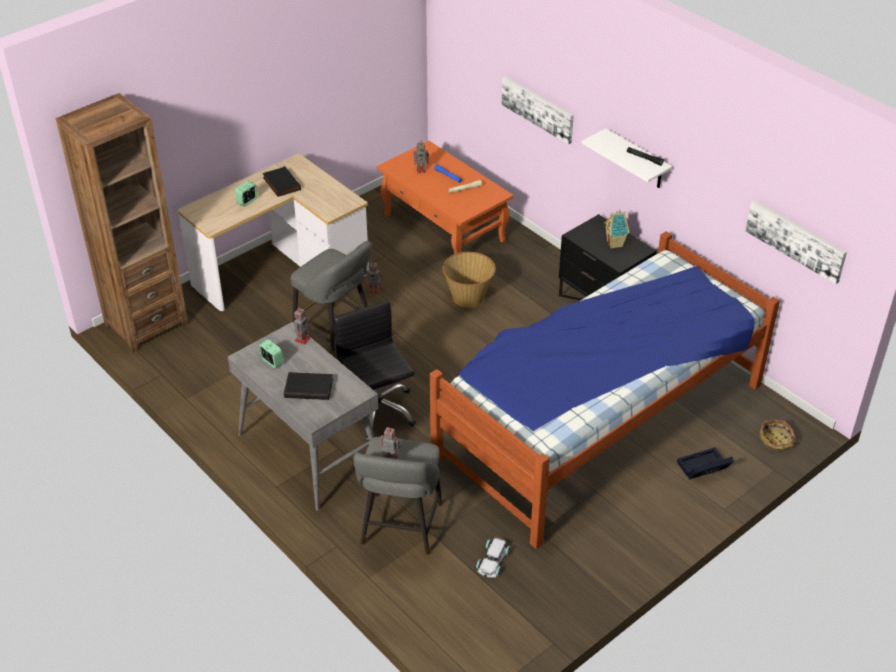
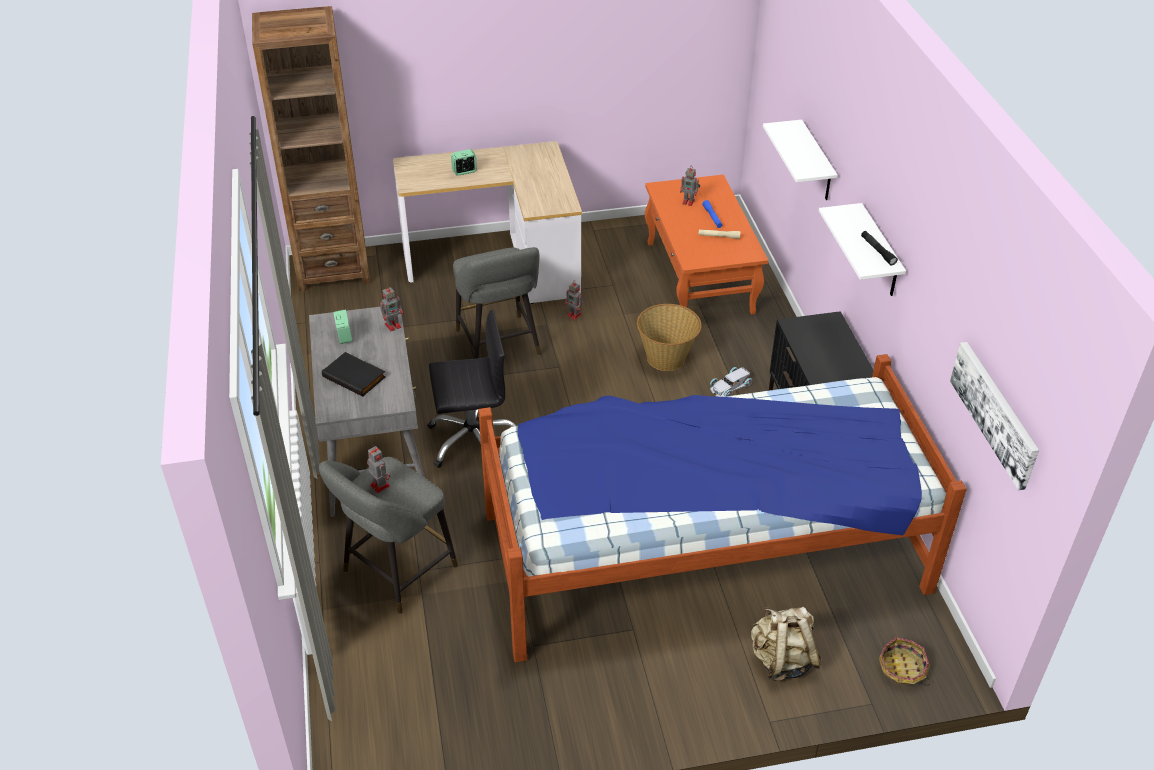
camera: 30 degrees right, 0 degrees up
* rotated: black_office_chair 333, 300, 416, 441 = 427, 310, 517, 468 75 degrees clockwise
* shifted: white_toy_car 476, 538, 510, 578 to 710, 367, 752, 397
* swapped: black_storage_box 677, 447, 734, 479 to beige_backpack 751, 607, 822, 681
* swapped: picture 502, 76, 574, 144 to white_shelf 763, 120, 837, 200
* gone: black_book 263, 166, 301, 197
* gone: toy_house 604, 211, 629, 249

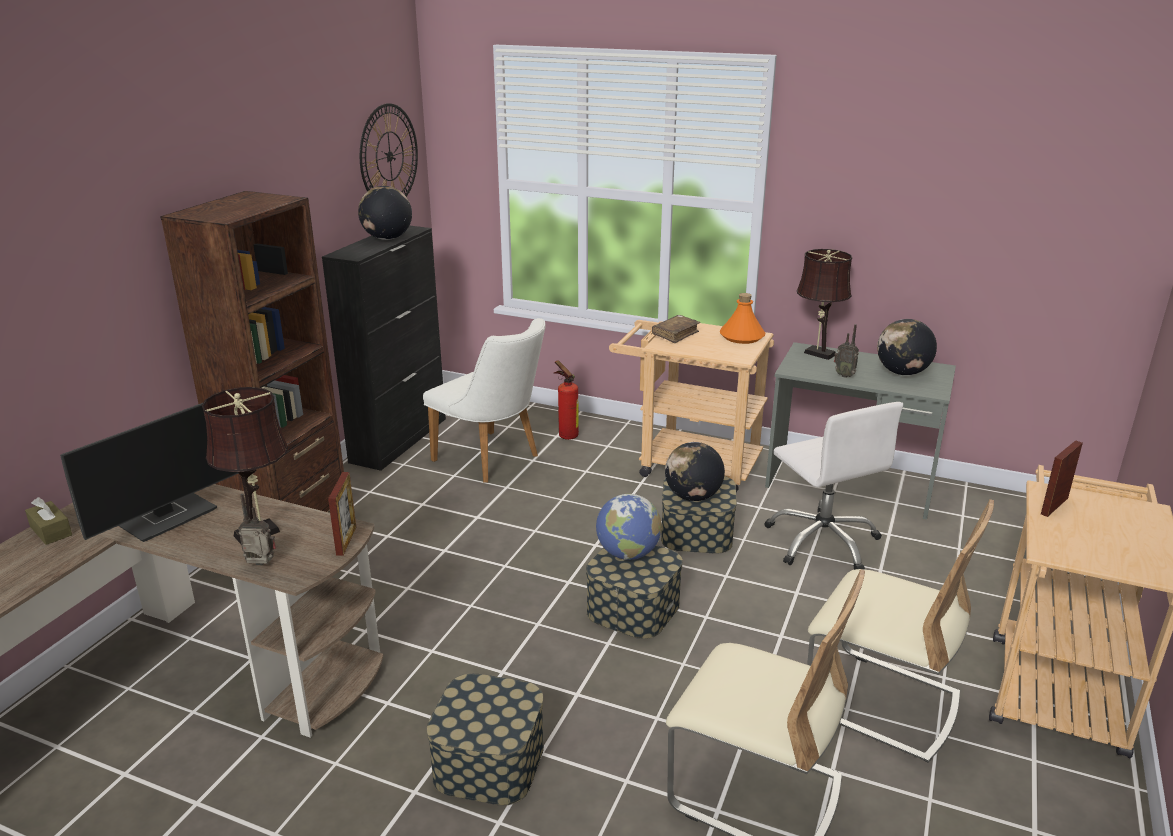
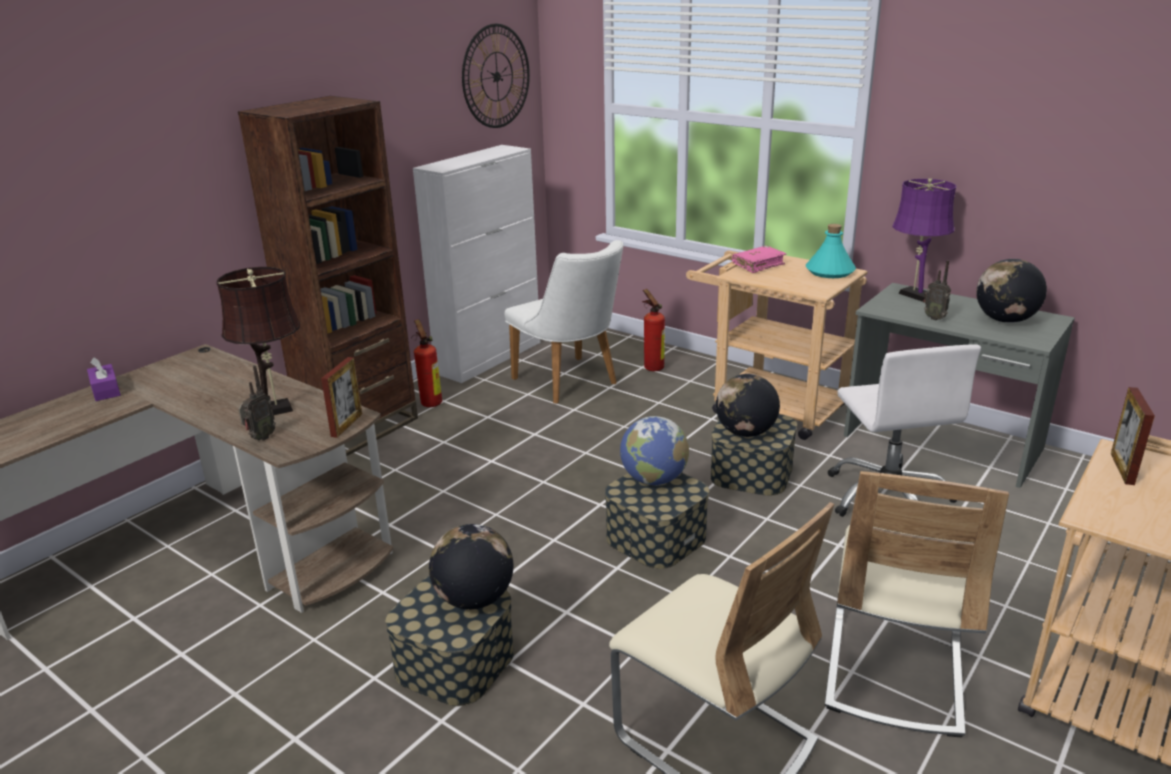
camera: 15 degrees right, 0 degrees up
* repainted: brown_tissue_box 25, 497, 72, 545 to purple_tissue_box 87, 358, 121, 401
* rotated: radio 238, 493, 276, 565 = 238, 365, 276, 441 105 degrees clockwise
* new: fire_extinguisher 412, 319, 442, 407
* repainted: black_cabinet 322, 225, 446, 471 to white_cabinet 413, 145, 540, 383
* shifted: globe 358, 186, 412, 240 to 429, 524, 513, 609
* repainted: brown_book 652, 315, 700, 343 to pink_book 732, 246, 786, 273
* repainted: orange_bottle 720, 293, 766, 344 to turquoise_bottle 806, 224, 856, 278
* rotated: beige_chair 807, 499, 994, 763 = 825, 471, 1009, 738 60 degrees clockwise
* repainted: brown_table_lamp 797, 249, 852, 360 to purple_table_lamp 892, 178, 957, 302
* rotated: picture_frame 1041, 440, 1083, 517 = 1111, 387, 1155, 485 45 degrees counterclockwise
* gone: monitor 60, 403, 239, 542

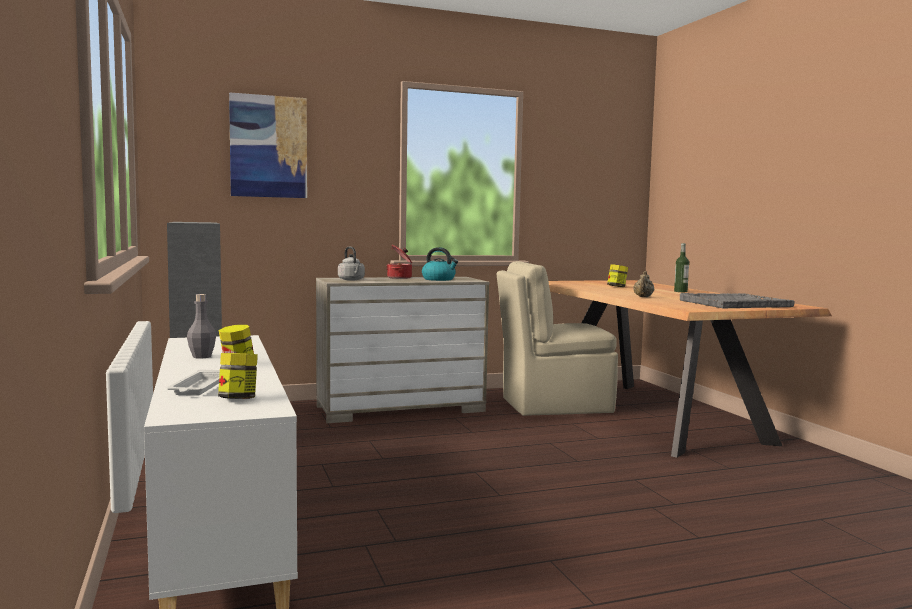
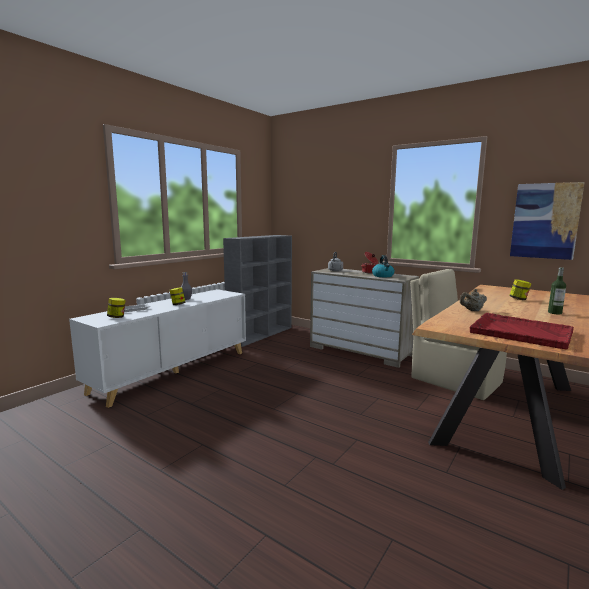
camera: 55 degrees right, 5 degrees up
* repainted: grey_tray 680, 293, 794, 308 to red_tray 469, 313, 574, 350
* shifted: picture 229, 92, 307, 198 to 510, 182, 585, 260

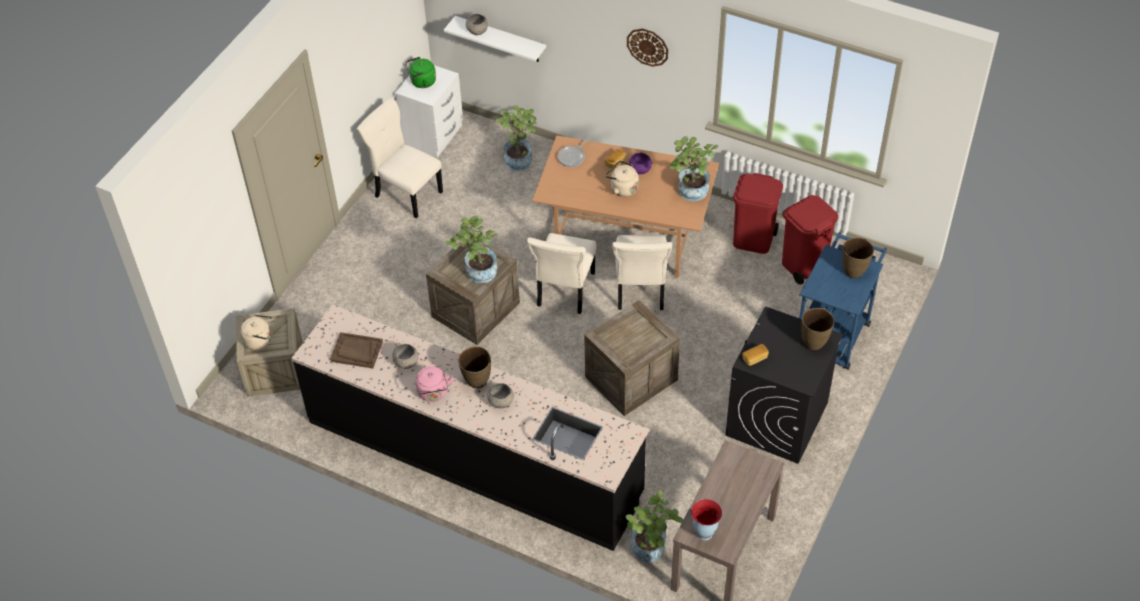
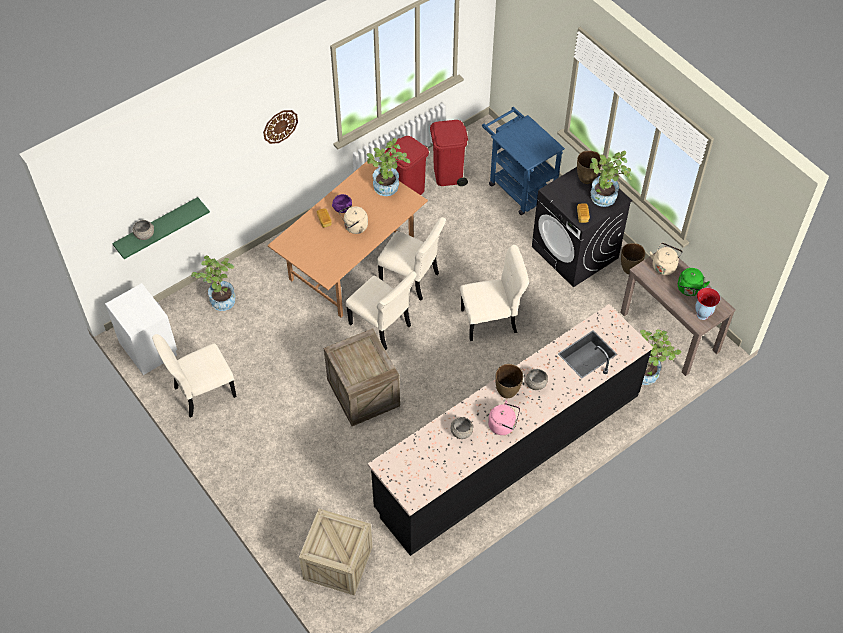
camera: 65 degrees left, 5 degrees up
* repainted: white_shelf 444, 16, 546, 62 to green_shelf 112, 197, 210, 259
* swapped: crate 584, 300, 680, 416 to beige_chair 460, 245, 529, 341
* shifted: potted_plant 445, 216, 498, 283 to 590, 151, 632, 207
* shifted: brown_vase 842, 237, 874, 278 to 621, 243, 645, 274
* shifted: beige_kettle 240, 313, 272, 350 to 650, 242, 683, 275
* shifted: green_kettle 406, 57, 436, 88 to 678, 268, 710, 296
* gone: brown_tray 330, 332, 383, 368
* gone: frying_pan 557, 139, 589, 167

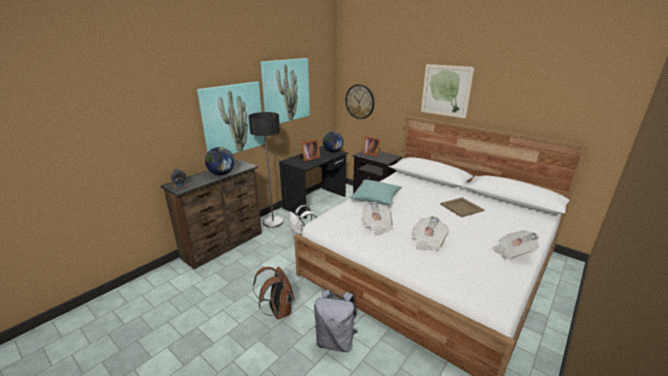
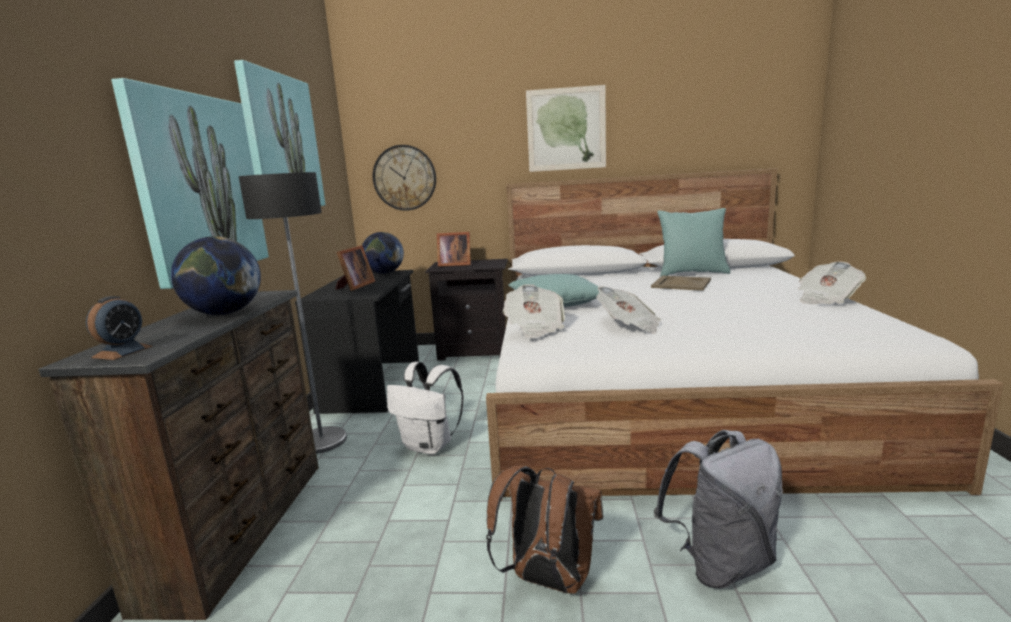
camera: 35 degrees left, 10 degrees down
* shifted: newspaper 413, 216, 449, 251 to 503, 284, 565, 338
* new: turquoise_pillow 657, 208, 731, 276

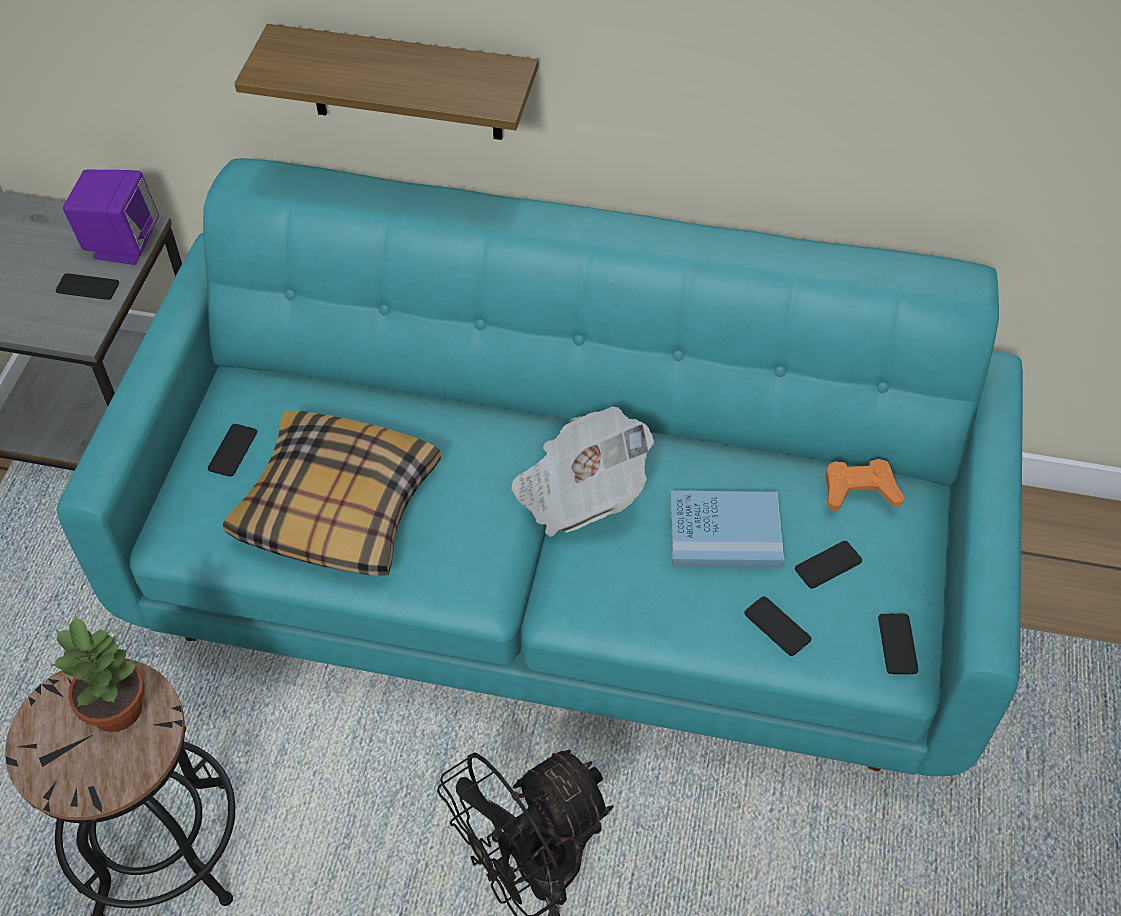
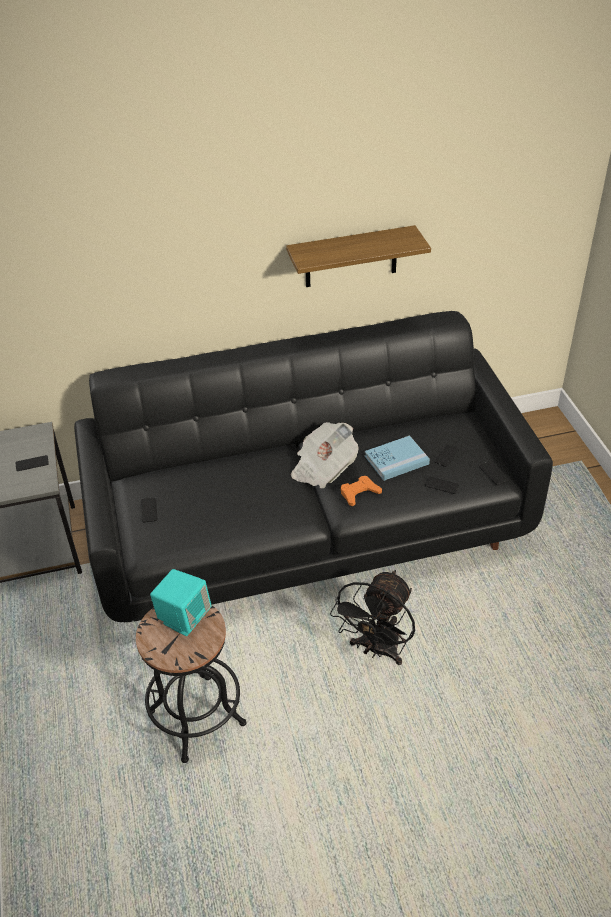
camera: 25 degrees left, 10 degrees down
* repainted: turquoise_sofa 56, 158, 1023, 776 to black_sofa 74, 311, 553, 622
* swapped: potted_plant 51, 615, 145, 732 to turquoise_speaker 150, 569, 212, 636
* shifted: shelf 234, 24, 538, 140 to 286, 225, 431, 287
* shifted: orange_game_controller 825, 459, 905, 511 to 341, 476, 382, 506
* gone: purple_speaker 63, 170, 159, 265
* gone: pillow 223, 410, 441, 576

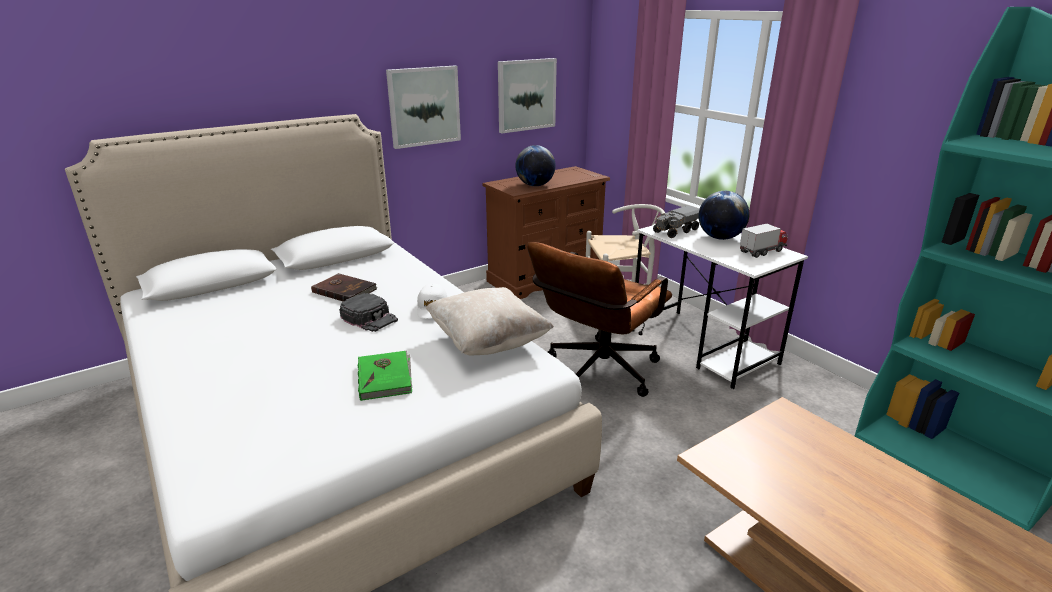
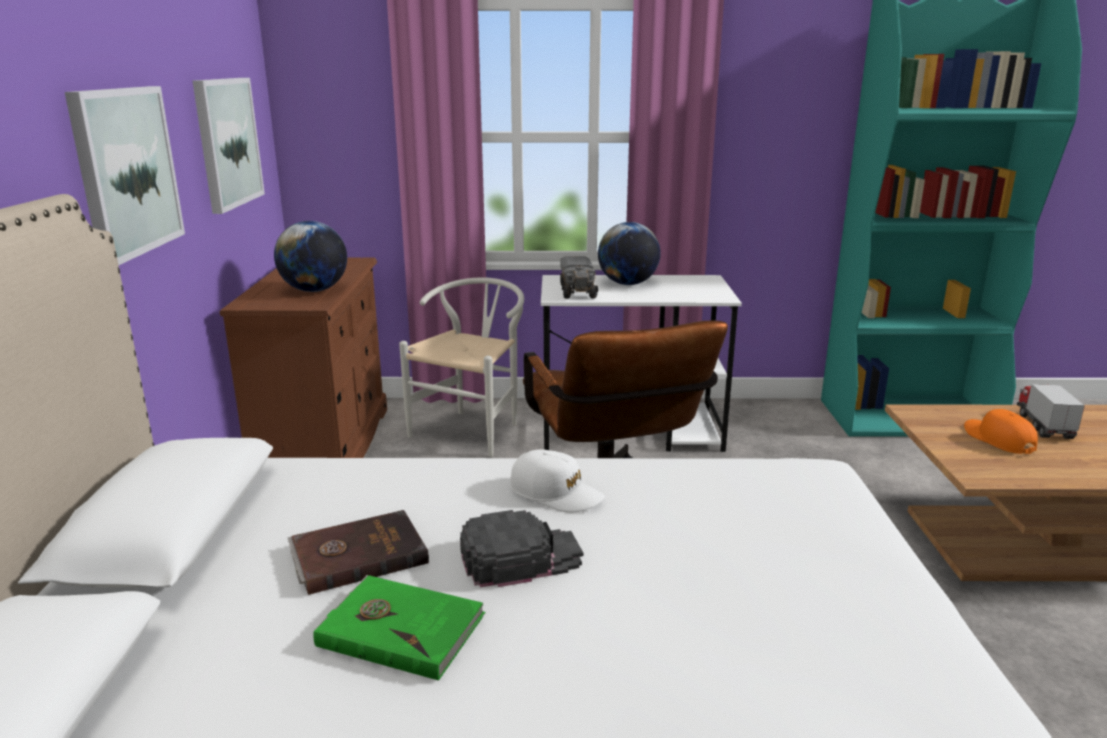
camera: 55 degrees left, 5 degrees down
* shifted: green_book 358, 350, 412, 401 to 313, 575, 486, 681
* new: orange_cap 964, 409, 1038, 455
* shifted: toy_truck 740, 224, 788, 258 to 1017, 384, 1085, 439
* gone: beige_pillow 426, 287, 554, 355

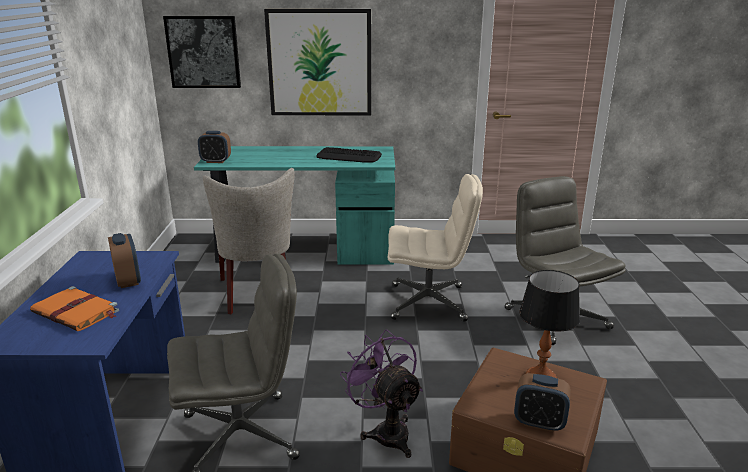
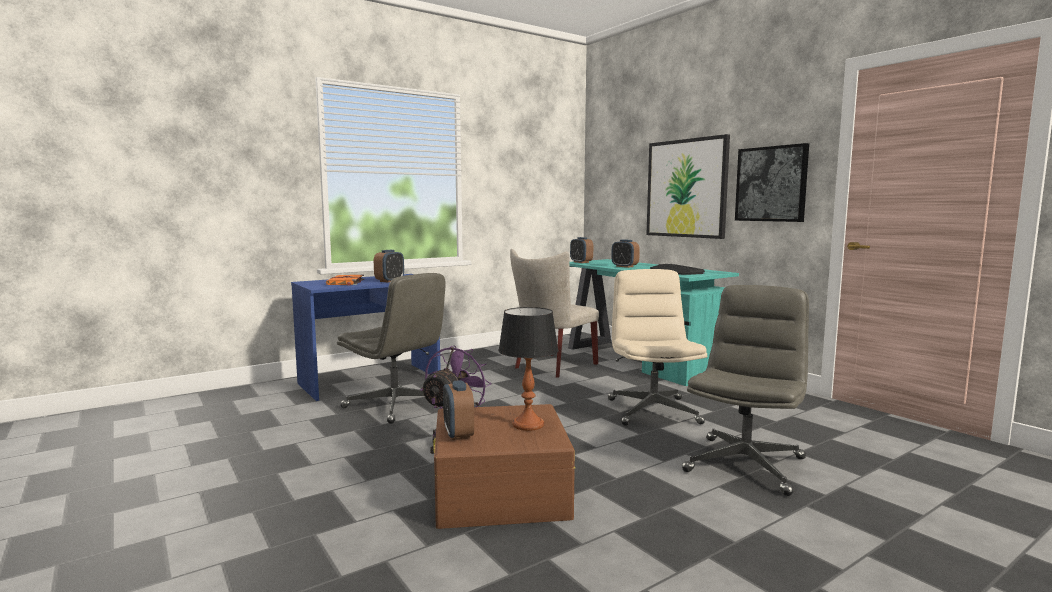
camera: 55 degrees right, 15 degrees down
* rotated: beige_office_chair 388, 174, 483, 322 = 608, 269, 707, 426 150 degrees counterclockwise
* new: alarm_clock 611, 239, 640, 268
* shifted: picture 163, 16, 241, 88 to 735, 143, 809, 222

